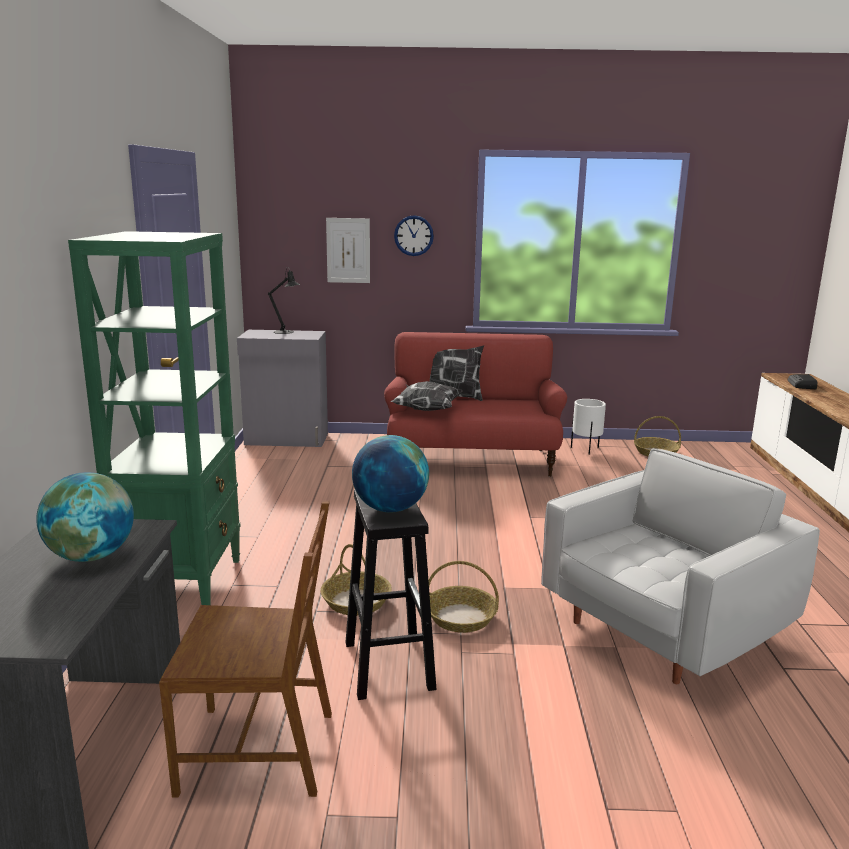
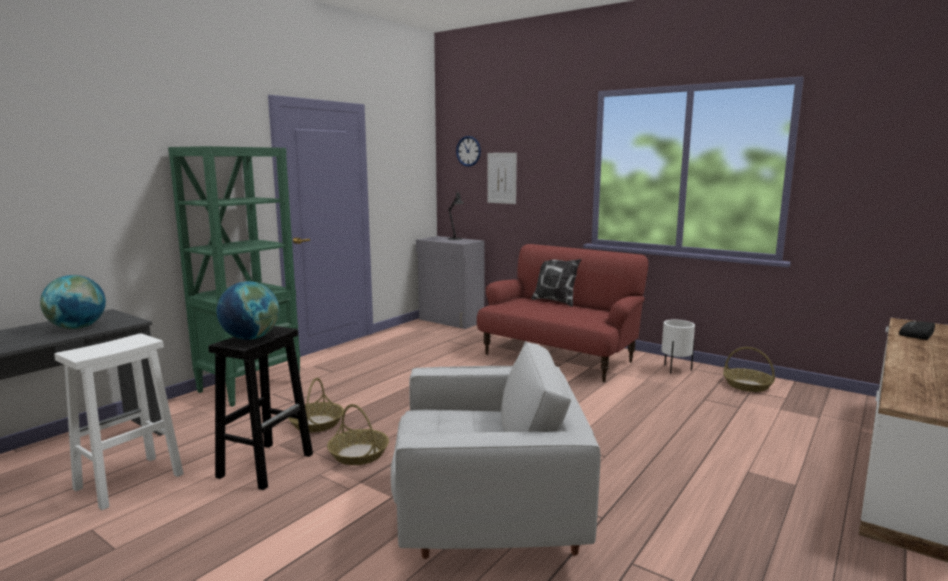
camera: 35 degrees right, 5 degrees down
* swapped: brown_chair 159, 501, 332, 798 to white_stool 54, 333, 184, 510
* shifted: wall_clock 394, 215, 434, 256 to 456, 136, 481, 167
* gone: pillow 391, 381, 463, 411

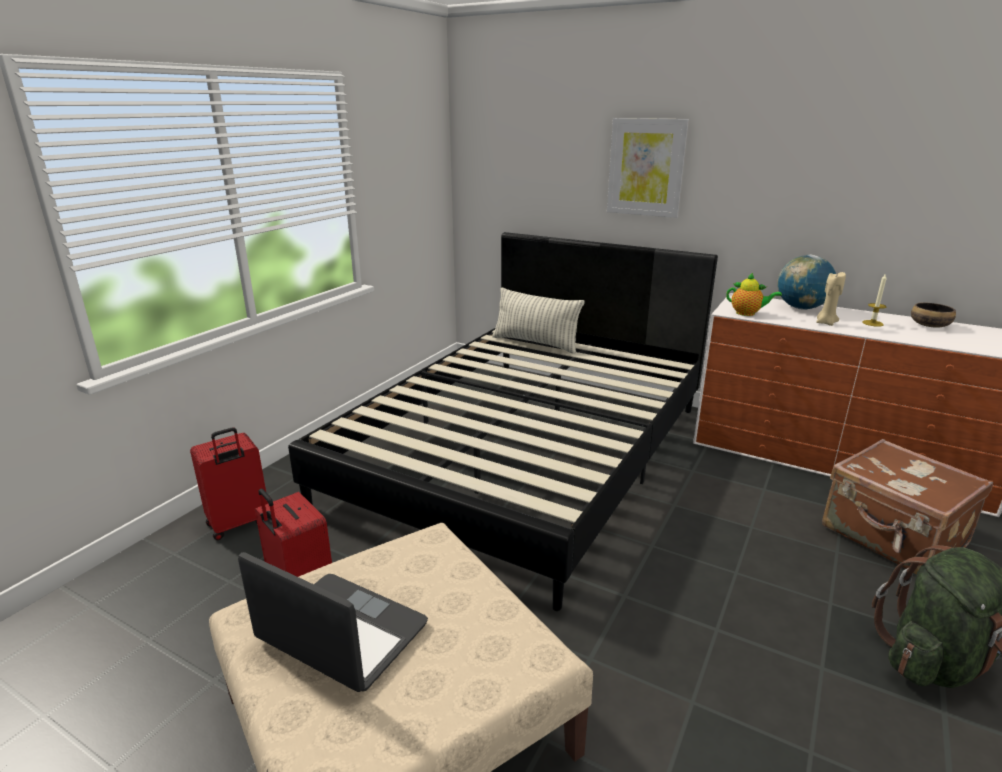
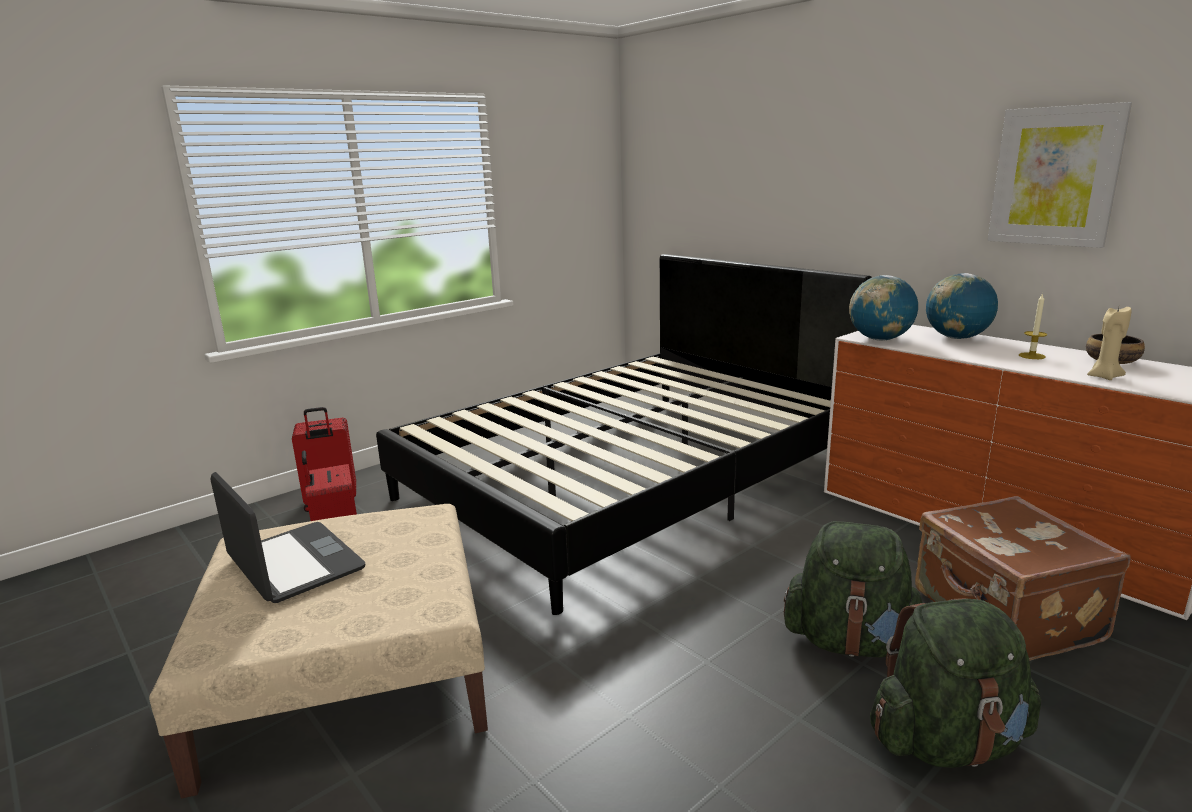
camera: 20 degrees right, 5 degrees down
* new: green_backpack 784, 521, 923, 658
* swapped: teapot 726, 273, 782, 316 to globe 849, 275, 918, 341
* shifted: picture 607, 118, 689, 218 to 988, 102, 1132, 248
* shifted: beige_candle 816, 272, 846, 326 to 1087, 307, 1132, 380
* gone: pillow 492, 287, 585, 354

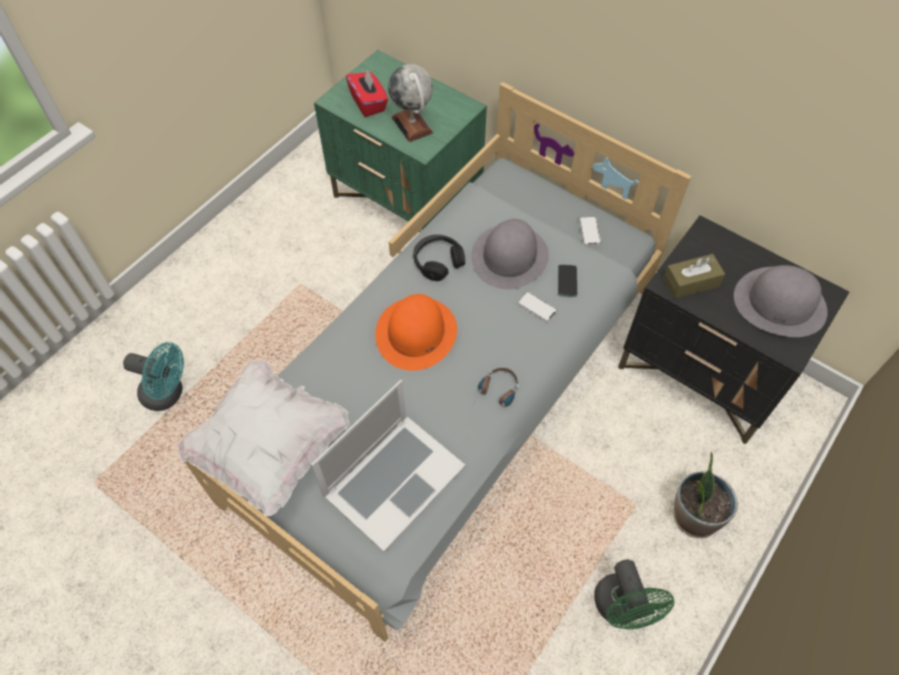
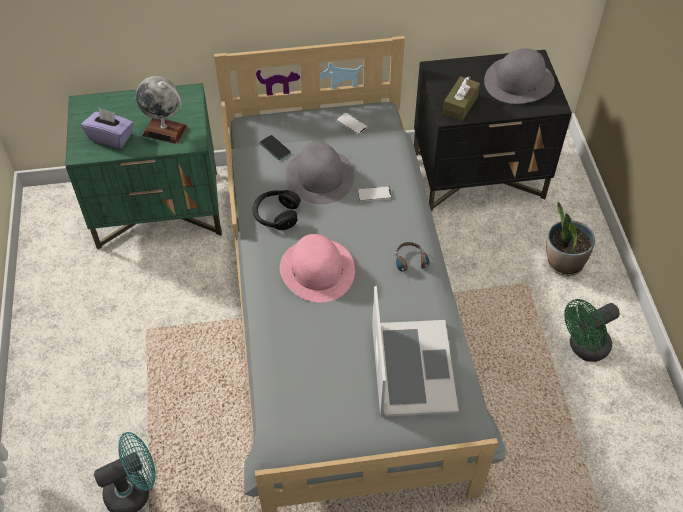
camera: 45 degrees left, 5 degrees down
* repainted: red_tissue_box 346, 69, 388, 117 to purple_tissue_box 81, 108, 133, 149
* shifted: phone 558, 265, 577, 297 to 260, 135, 291, 160
* repainted: orange_hat 375, 294, 457, 371 to pink_hat 280, 234, 355, 303
* rotated: green_fan 594, 559, 674, 630 = 564, 299, 620, 362 120 degrees clockwise
* gone: white_pillow 177, 359, 350, 516

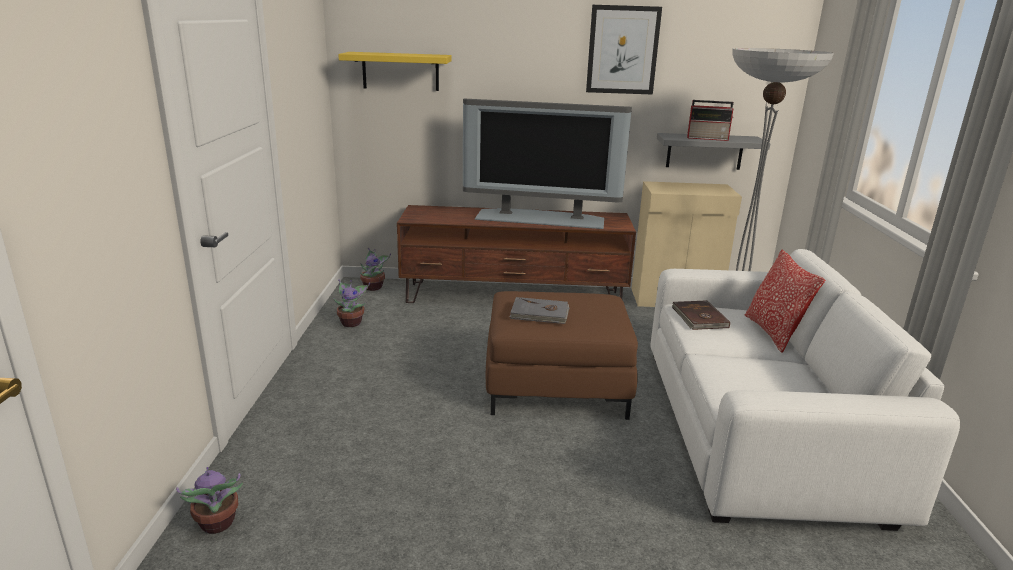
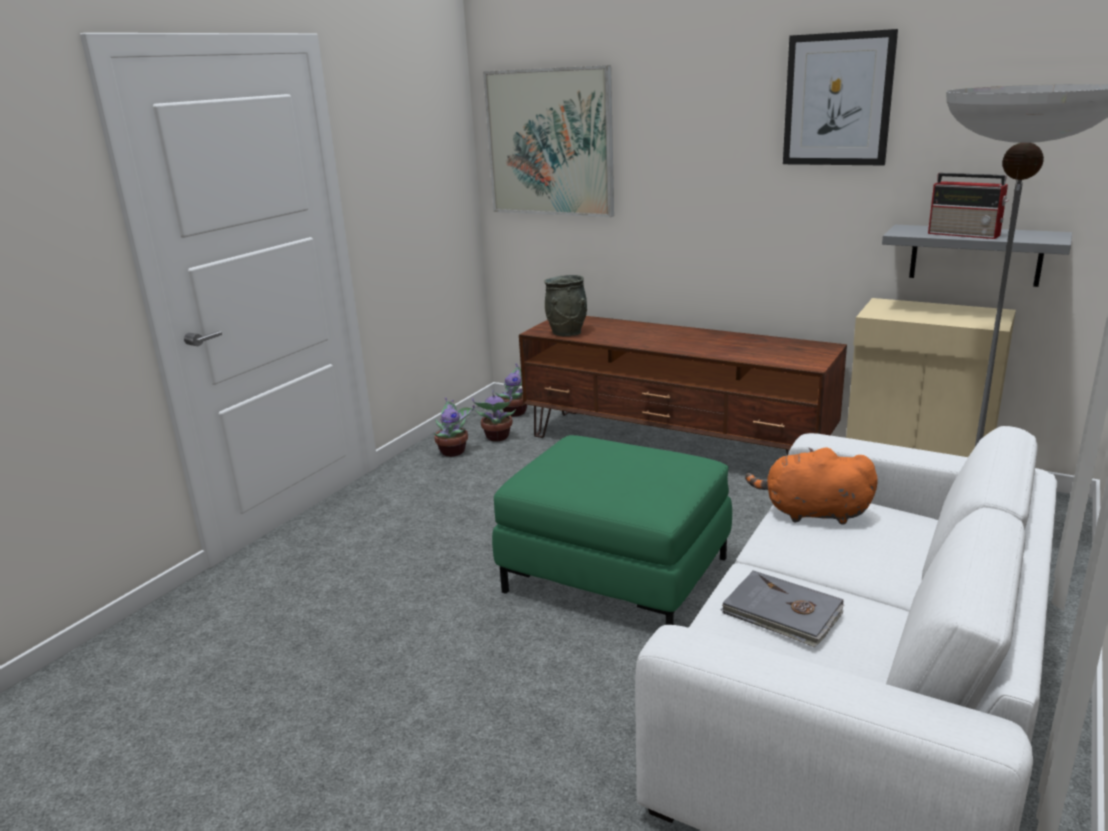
camera: 30 degrees right, 0 degrees up
* shifted: potted_plant 176, 467, 243, 534 to 472, 390, 516, 441
* swapped: yellow_shelf 338, 52, 452, 91 to picture 483, 65, 614, 217
* repainted: brown_ottoman 486, 291, 638, 420 to green_ottoman 492, 435, 732, 625
* new: grey_vase 544, 275, 587, 337
* shifted: grey_book 509, 297, 570, 324 to 721, 570, 844, 647
* swapped: brown_book 672, 300, 730, 330 to orange_plush_toy 745, 448, 878, 525
* gone: television 463, 99, 632, 229
* gone: pillow 745, 250, 825, 353

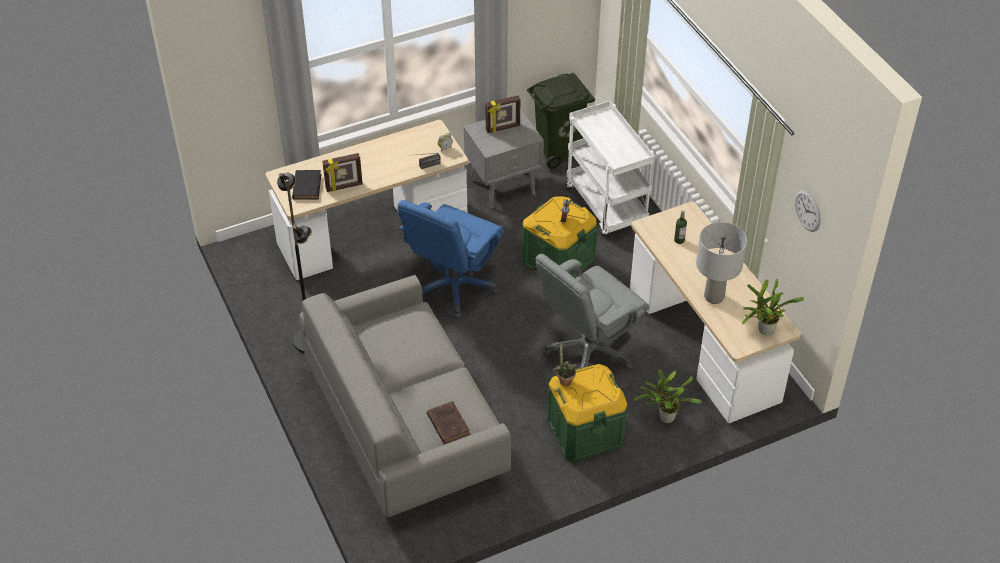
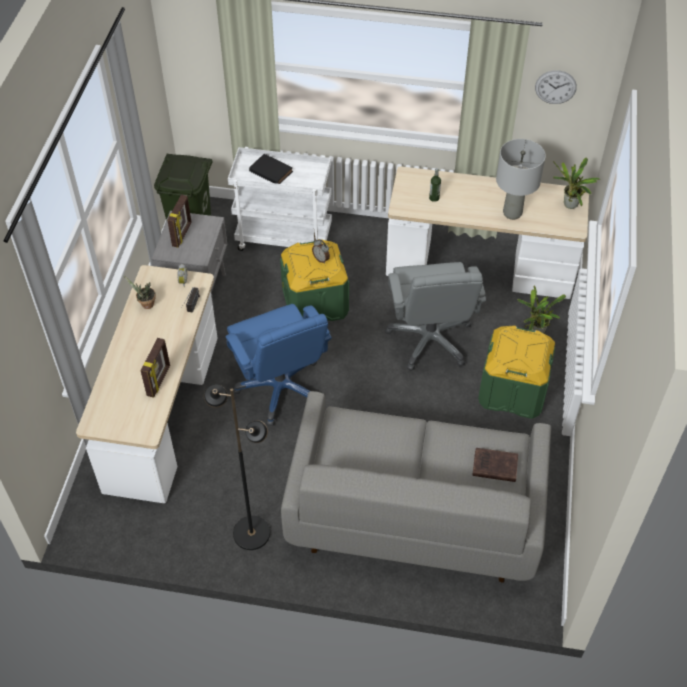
camera: 55 degrees left, 5 degrees up
* shifted: potted_plant 553, 342, 577, 386 to 123, 275, 156, 309
* shifted: black_book 292, 170, 321, 200 to 249, 154, 293, 184

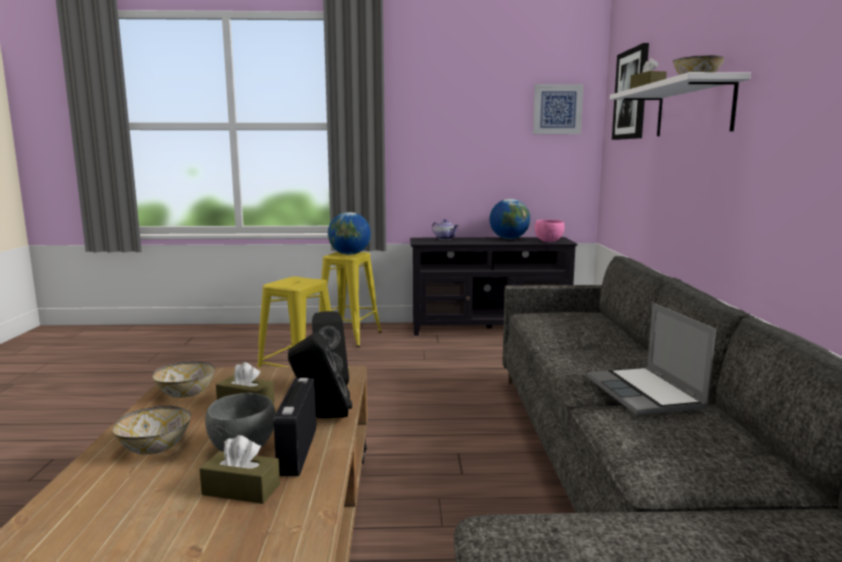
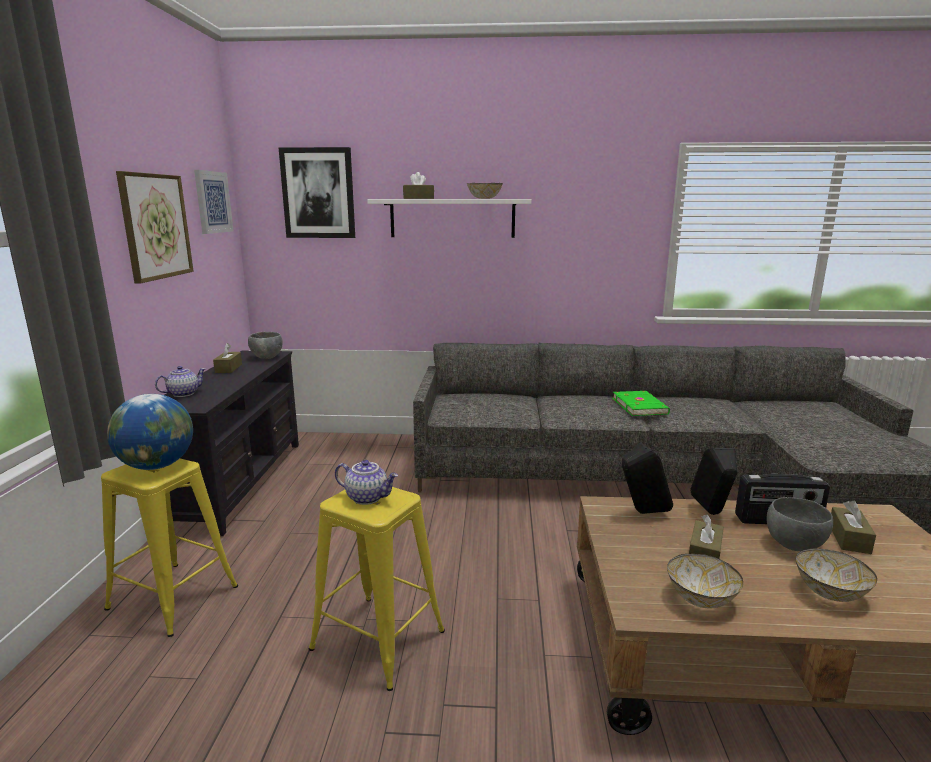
camera: 85 degrees left, 5 degrees up
* new: picture 116, 171, 194, 284
* swapped: globe 490, 199, 530, 239 to brown_tissue_box 213, 343, 242, 373
* repainted: pink_bowl 534, 220, 564, 242 to grey_bowl 248, 332, 283, 359
* new: teapot 335, 460, 398, 505
* swapped: laptop 587, 303, 716, 415 to green_book 613, 391, 670, 416

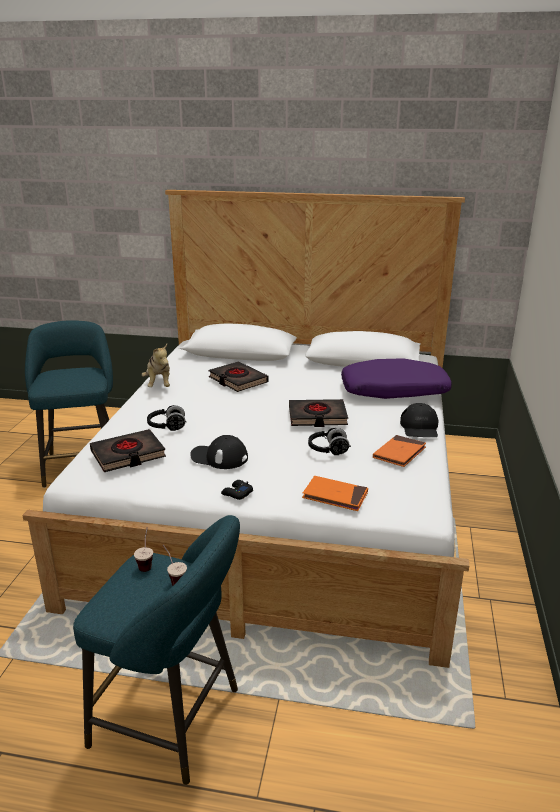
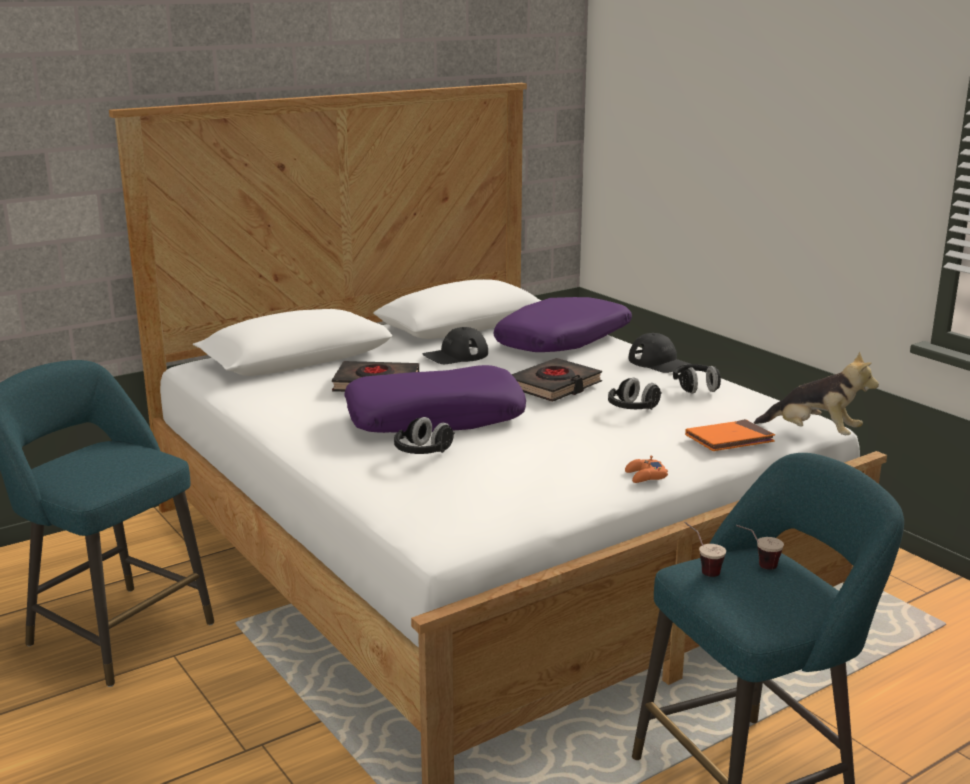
camera: 45 degrees left, 5 degrees down
* new: purple_pillow 344, 365, 526, 433
* shifted: black_cap 190, 435, 248, 469 to 423, 327, 488, 364
* repainted: black_game_controller 221, 480, 253, 500 to orange_game_controller 625, 456, 668, 483
* swapped: orange_book 373, 435, 426, 467 to black_headphones 673, 364, 721, 393
* shifted: plush_toy 142, 344, 170, 387 to 754, 351, 879, 435
* gone: black_book 90, 429, 166, 472

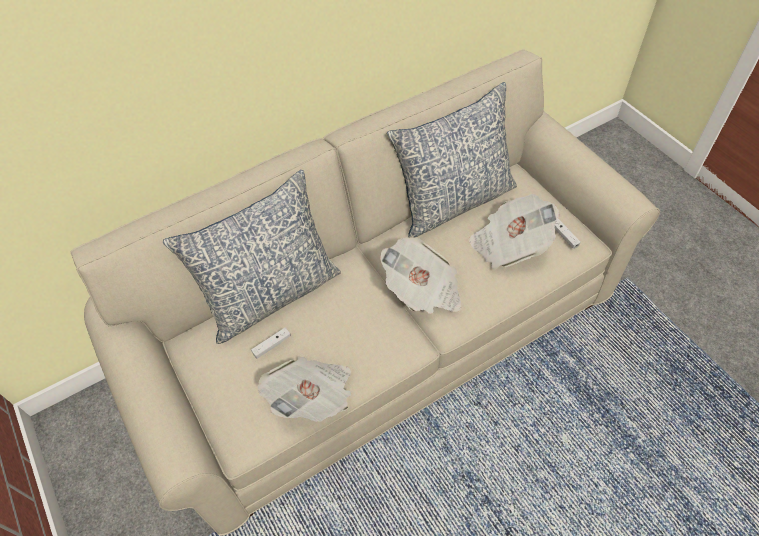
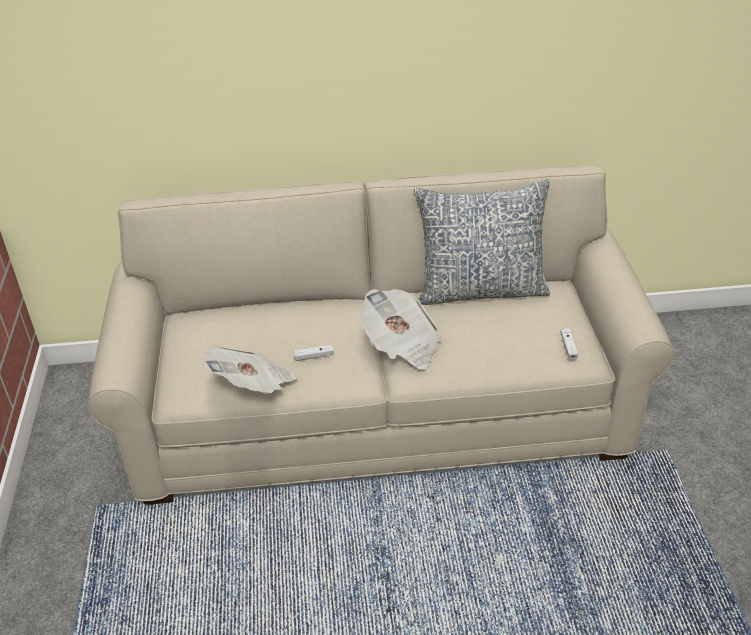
camera: 25 degrees right, 15 degrees down
* shifted: white_game_controller 251, 328, 291, 359 to 293, 345, 334, 361
* gone: pillow 163, 170, 341, 344
* gone: newspaper 469, 194, 560, 270

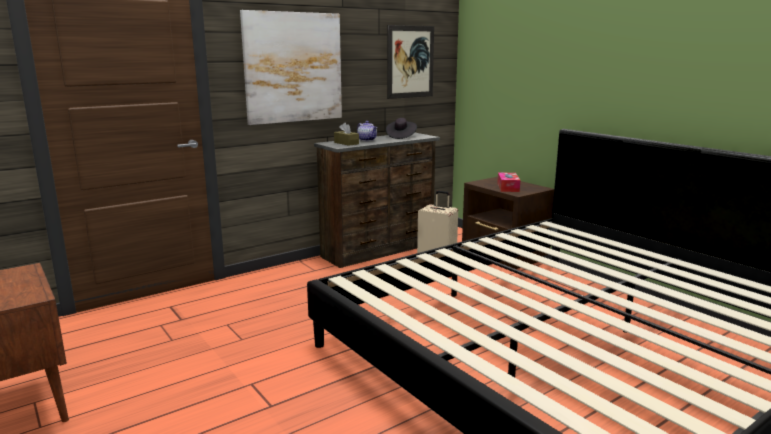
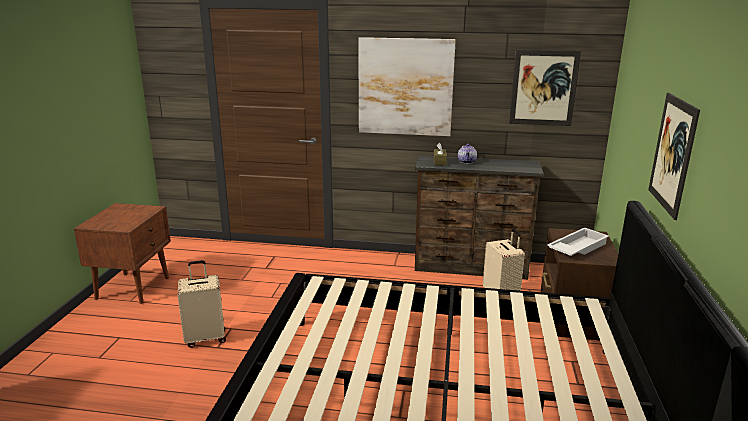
camera: 45 degrees right, 5 degrees up
* new: beige_suitcase 177, 260, 226, 348
* swapped: tissue_box 497, 172, 520, 192 to white_tray 547, 228, 609, 256
* new: picture 648, 93, 700, 220
* gone: black_hat 386, 118, 417, 139

